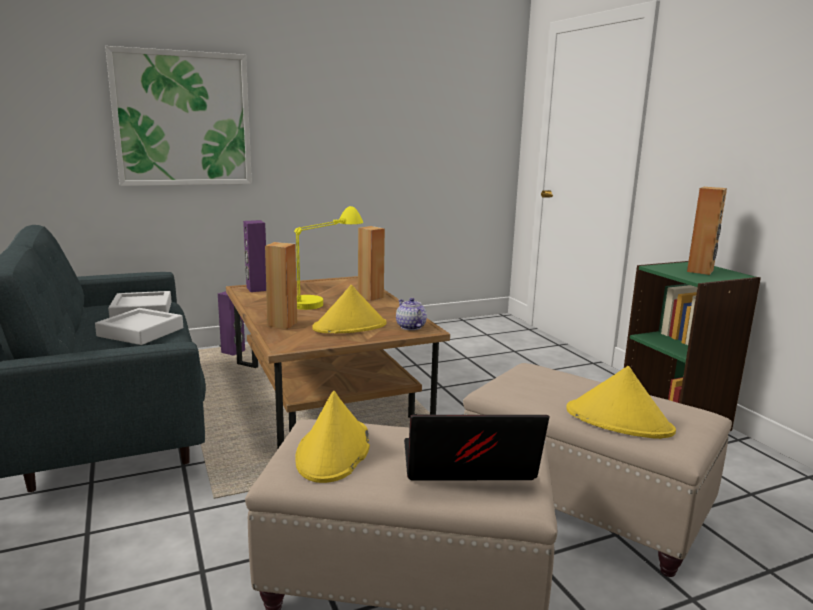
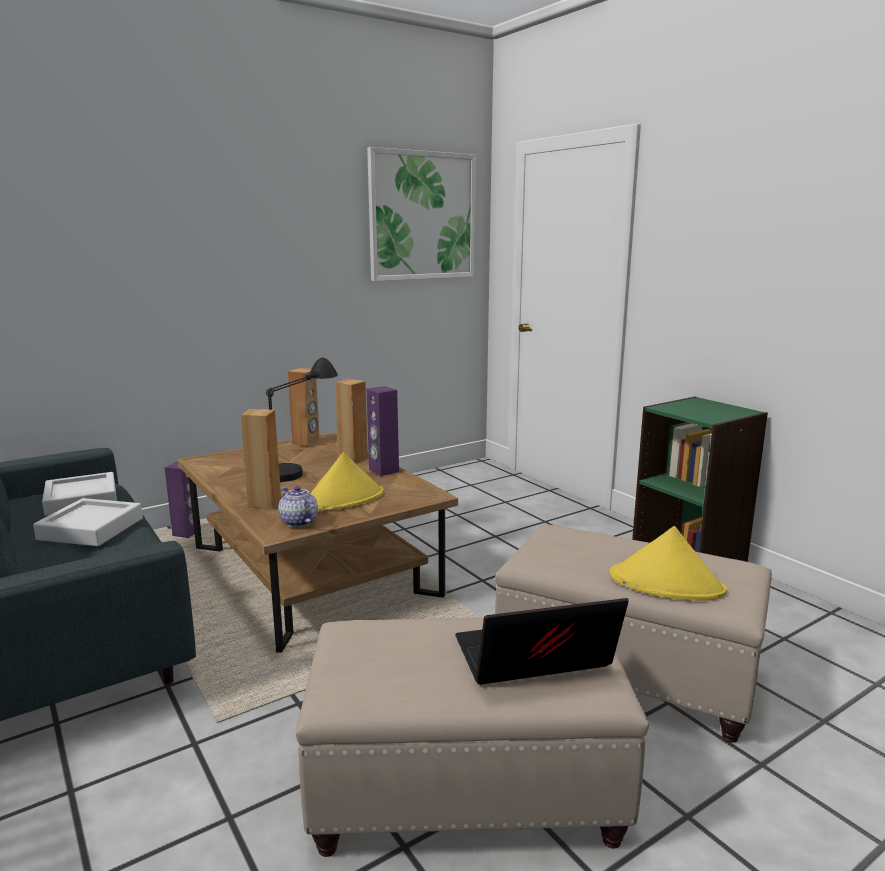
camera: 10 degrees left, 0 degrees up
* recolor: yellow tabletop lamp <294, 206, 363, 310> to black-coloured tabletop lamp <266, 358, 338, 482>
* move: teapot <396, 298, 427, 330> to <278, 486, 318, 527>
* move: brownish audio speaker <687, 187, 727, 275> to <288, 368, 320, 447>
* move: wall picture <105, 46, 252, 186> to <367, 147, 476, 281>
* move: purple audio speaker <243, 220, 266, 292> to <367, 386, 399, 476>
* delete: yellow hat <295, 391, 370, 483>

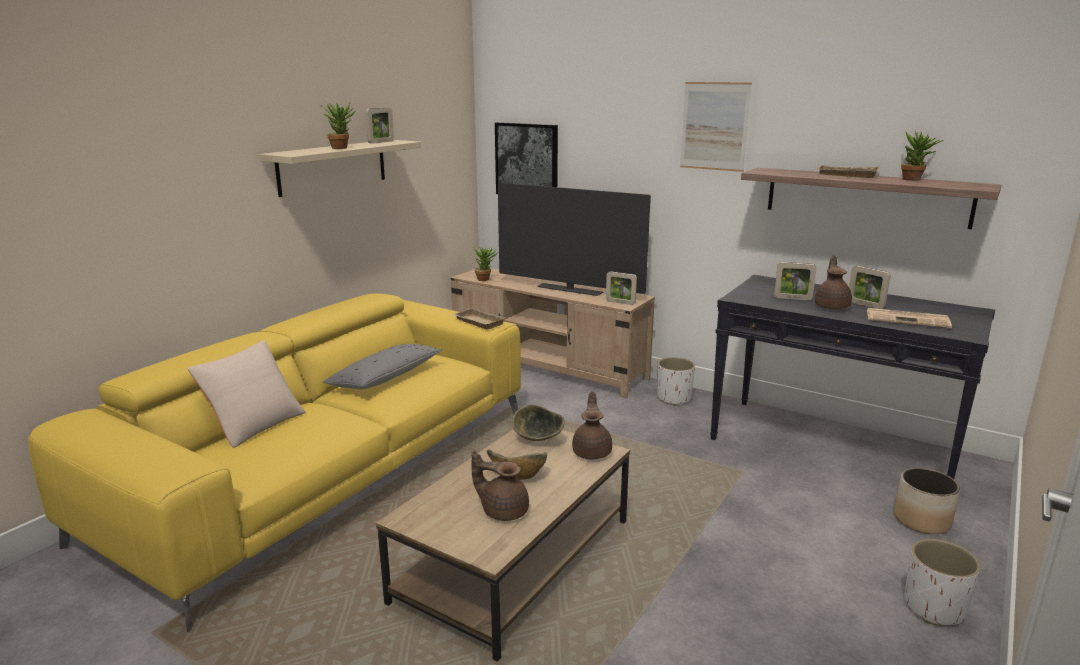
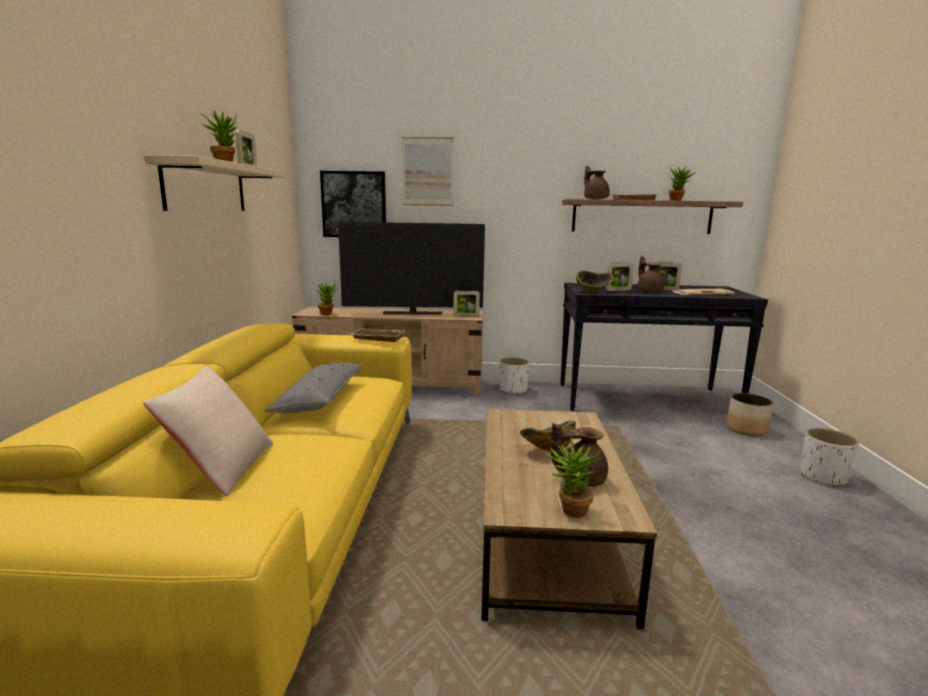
camera: 30 degrees left, 5 degrees down
* move: wall picture <680, 82, 752, 172> to <402, 137, 454, 206>
* insert: potted plant <544, 437, 600, 518>
* move: bowl <512, 404, 565, 441> to <576, 270, 614, 292>
* move: brownish teapot <572, 391, 612, 459> to <584, 165, 610, 199>

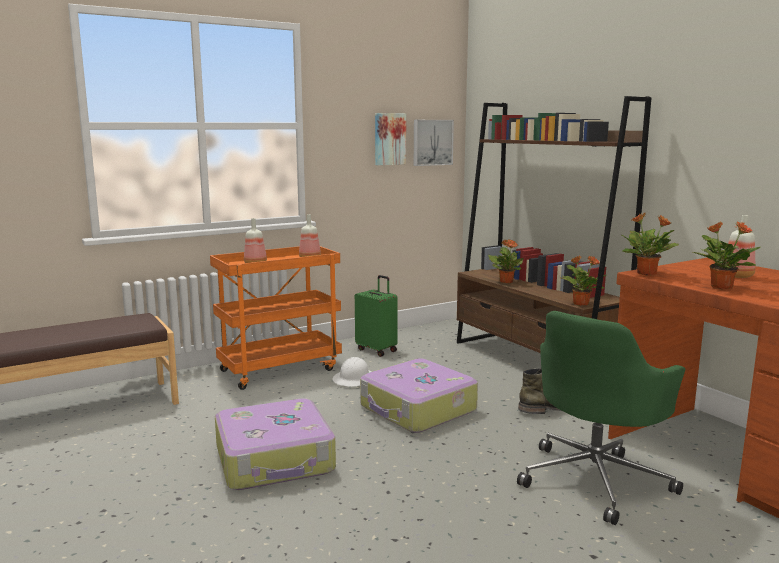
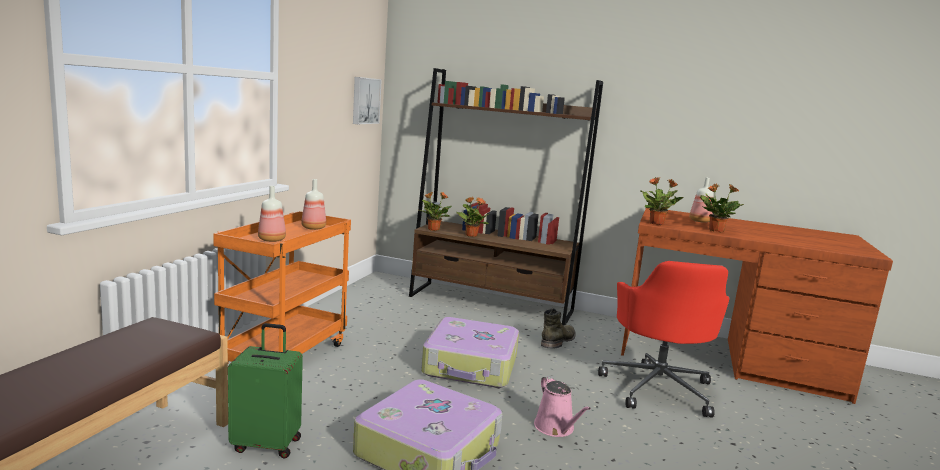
camera: 40 degrees left, 0 degrees up
* move: greenish piece of luggage <355, 275, 398, 357> to <228, 323, 303, 458>
* move: potted plant <561, 256, 606, 306> to <419, 192, 452, 231>
* insert: pinkish sprinkling can <534, 376, 591, 437>
* recolor: greenish office chair <517, 311, 685, 525> to reddish office chair <598, 261, 729, 417>
* delete: whitish hard hat <332, 357, 372, 387>
* delete: wall picture <375, 113, 406, 165>

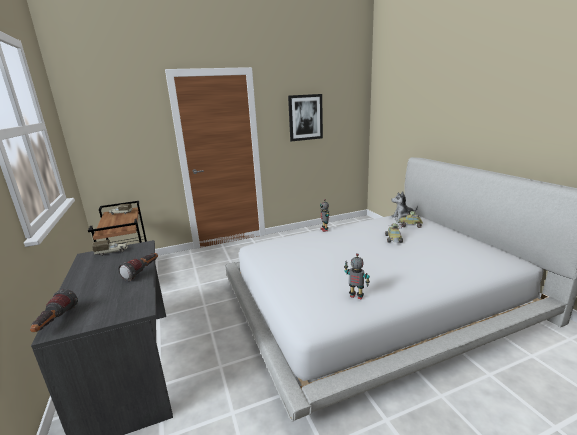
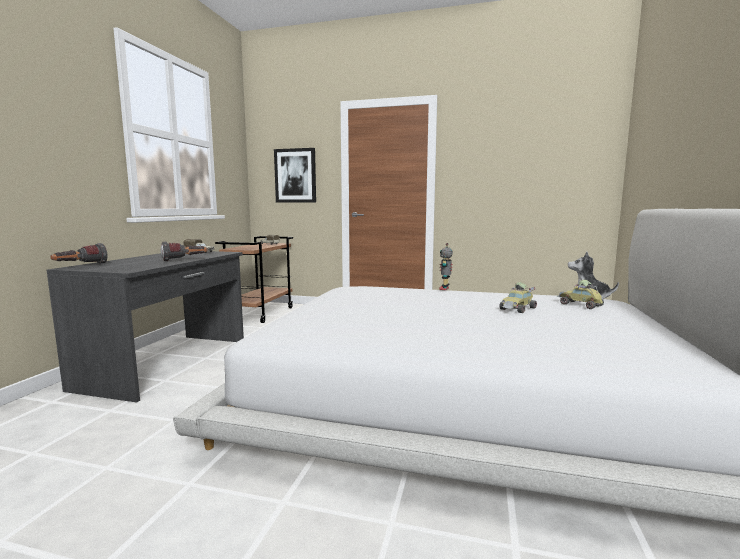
camera: 35 degrees right, 10 degrees down
* move: wall picture <288, 94, 323, 141> to <274, 148, 316, 203>
* delete: robot figure <344, 253, 370, 300>

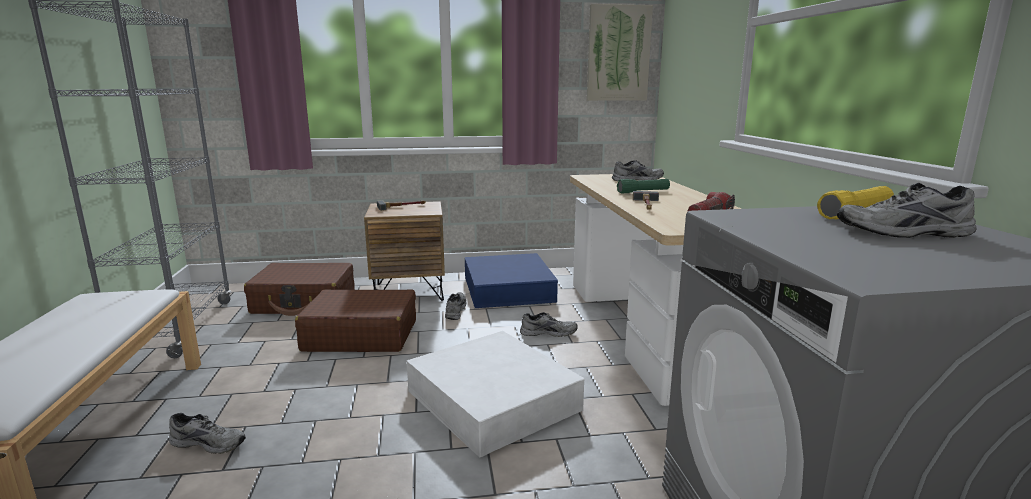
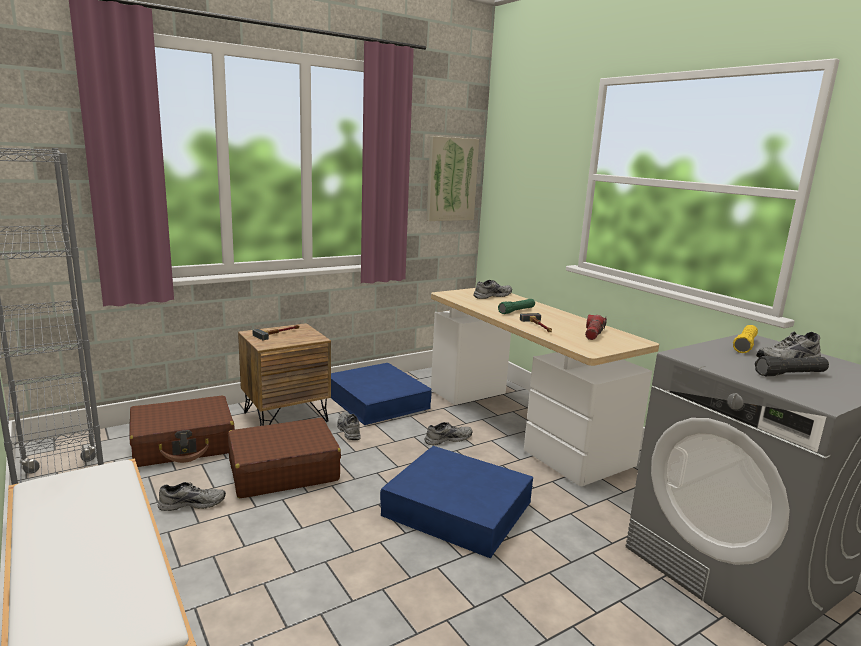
camera: 25 degrees left, 0 degrees up
* move: gray shoe <169, 413, 246, 454> to <158, 482, 226, 511>
* recolor: whitish storage container <406, 331, 585, 458> to blue storage container <380, 446, 533, 558>
* insert: black-coloured flashlight <755, 356, 829, 376>

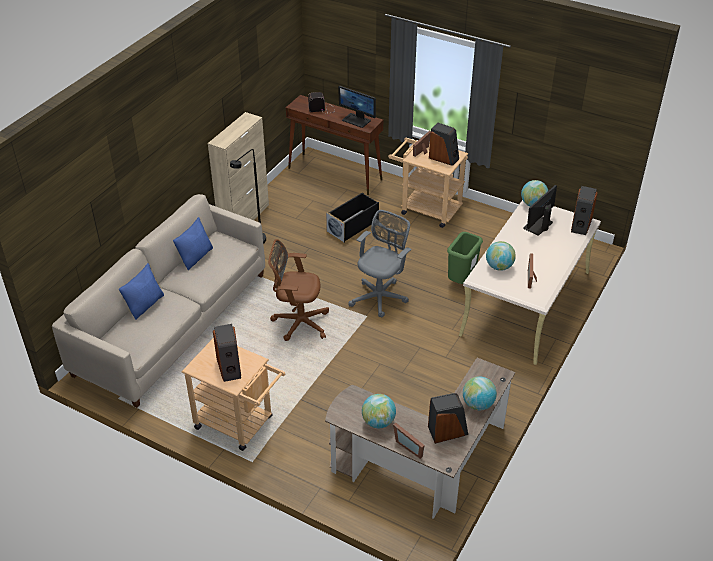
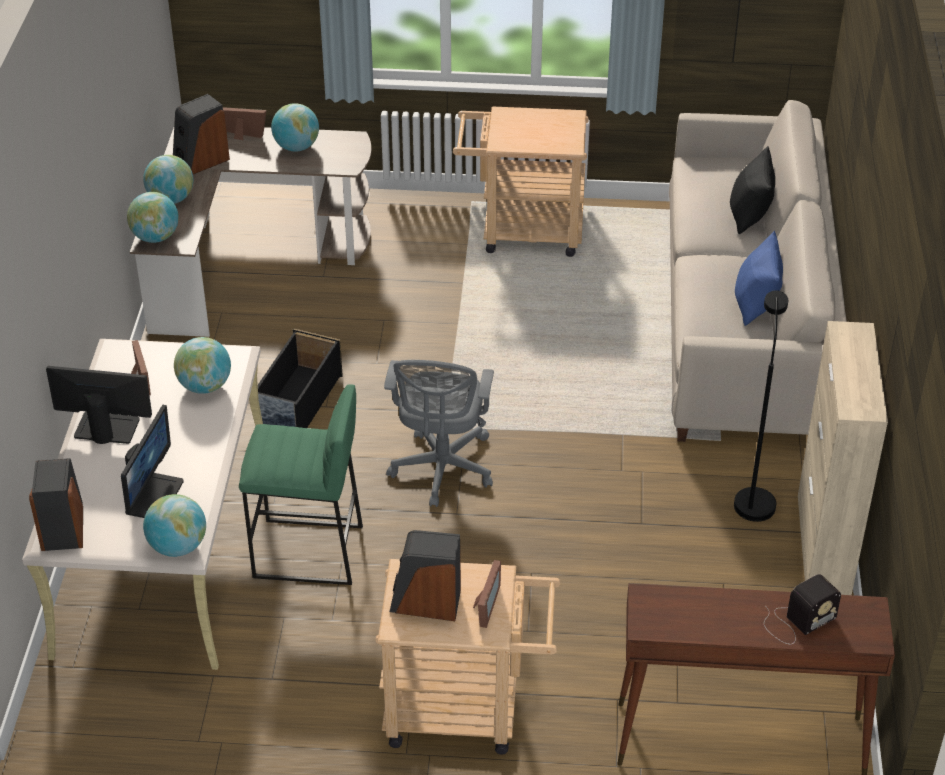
camera: 155 degrees right, 0 degrees up
* move: monitor <338, 86, 376, 128> to <46, 366, 152, 444>
* insert: world globe <127, 192, 179, 243>
* replace: greenish rubbish bin <447, 232, 483, 284> to greenish stool <239, 384, 363, 585>
* move: black-coloured storage container <326, 192, 379, 243> to <258, 328, 343, 428>
* recolor: blue cushion <119, 263, 164, 320> to black-coloured cushion <730, 146, 775, 234>
* delete: audio speaker <213, 324, 241, 382>
* delete: brownish office chair <268, 239, 329, 341>

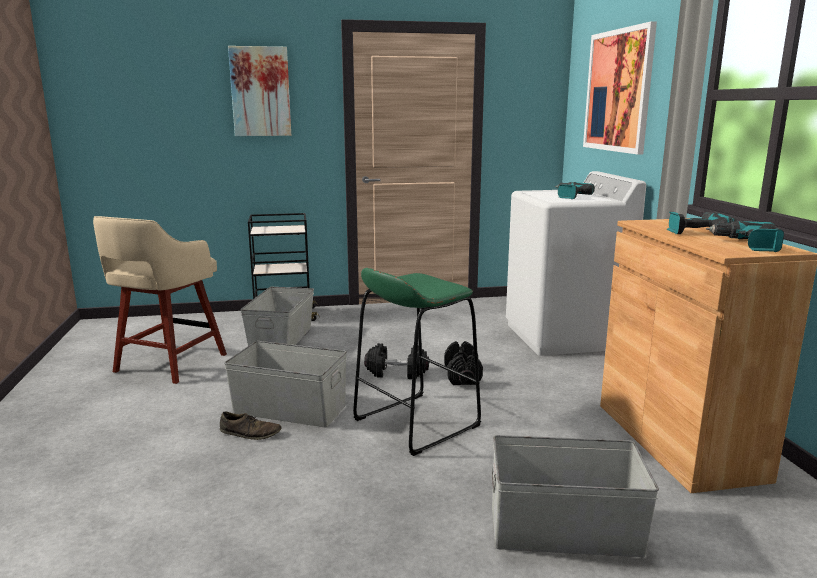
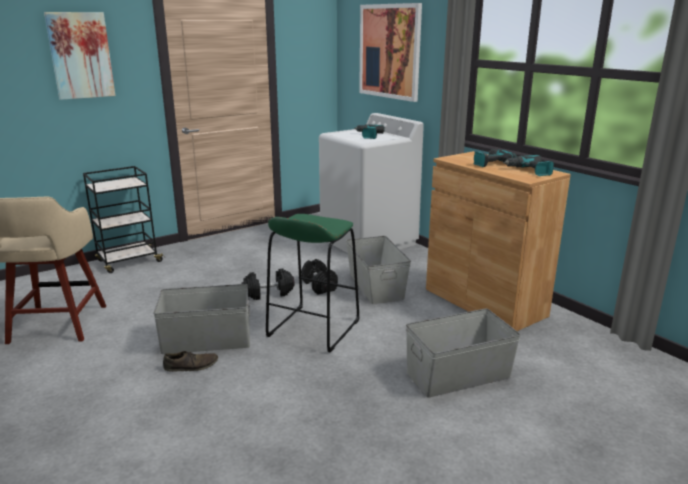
camera: 25 degrees left, 5 degrees up
* move: gray storage container <240, 287, 314, 346> to <346, 236, 411, 304>

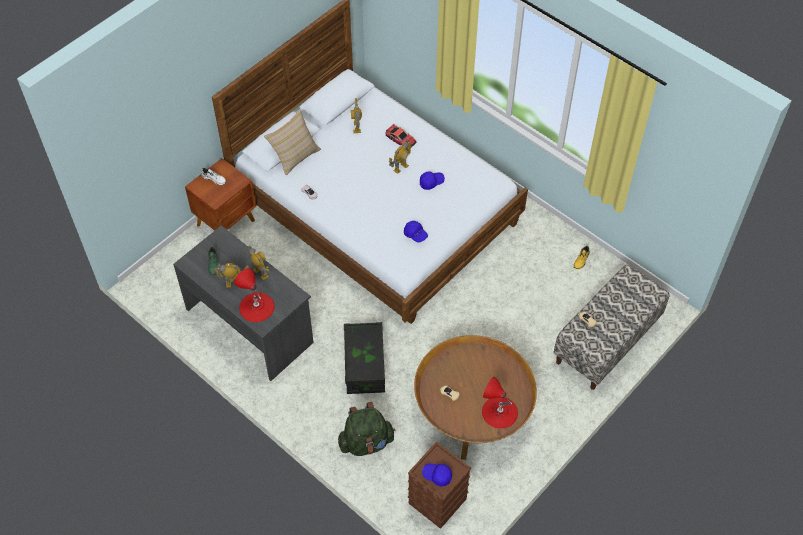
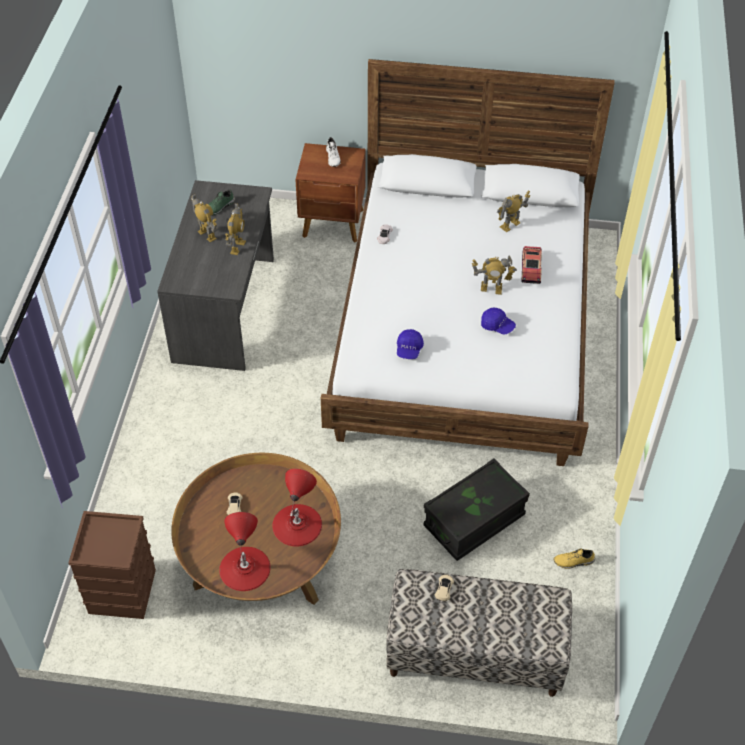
camera: 55 degrees right, 5 degrees down
* move: reddish tabletop lamp <234, 268, 275, 322> to <272, 469, 322, 547>
* move: black-coloured storage container <344, 322, 385, 394> to <424, 458, 530, 561>
* delete: beige-coloured cushion <264, 109, 321, 176>
* delete: greenish rucksack <338, 402, 395, 456>
* delete: blue peaked cap <422, 463, 452, 487>

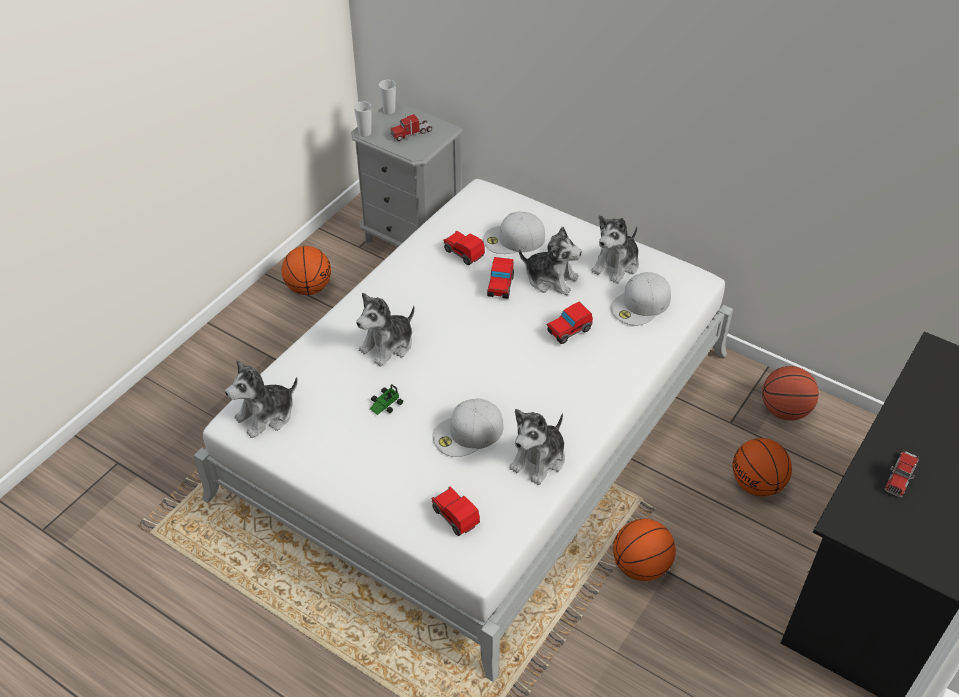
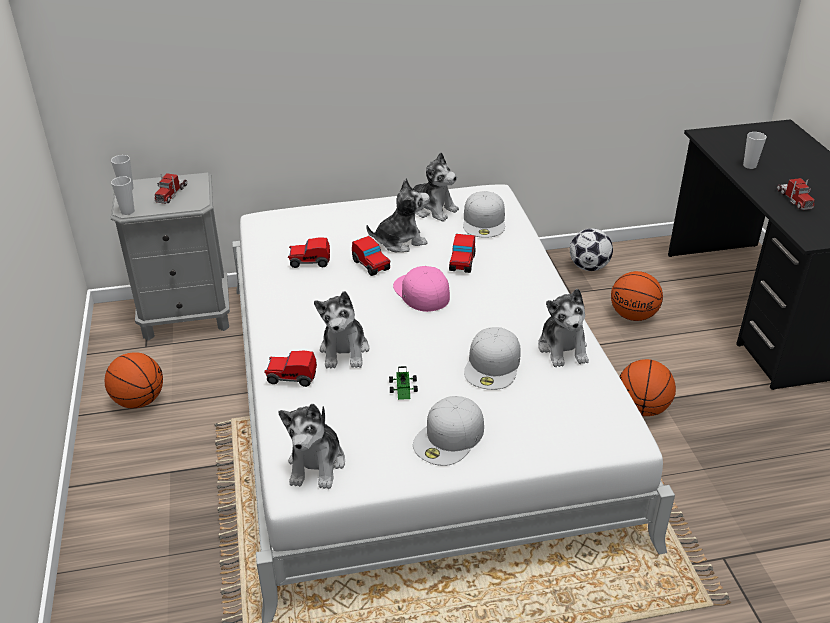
camera: 45 degrees left, 10 degrees down
* move: toy car <431, 486, 480, 536> to <264, 350, 317, 387>
* insert: pinkish peaked cap <393, 266, 450, 312>
* rotate: soft toy <592, 215, 639, 284> = <406, 152, 459, 222> 45 degrees counterclockwise
* move: whitish peaked cap <483, 212, 545, 254> to <413, 396, 484, 466>
* replace: basketball <762, 366, 819, 421> to football ball <570, 228, 613, 271>
* insert: small cup <743, 132, 767, 169>

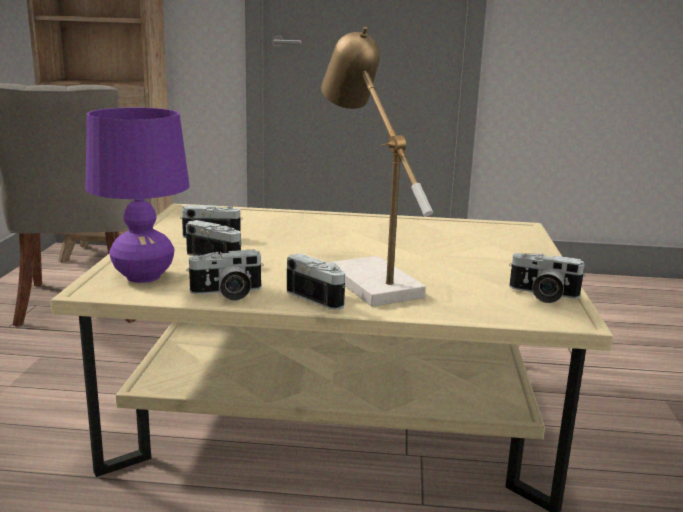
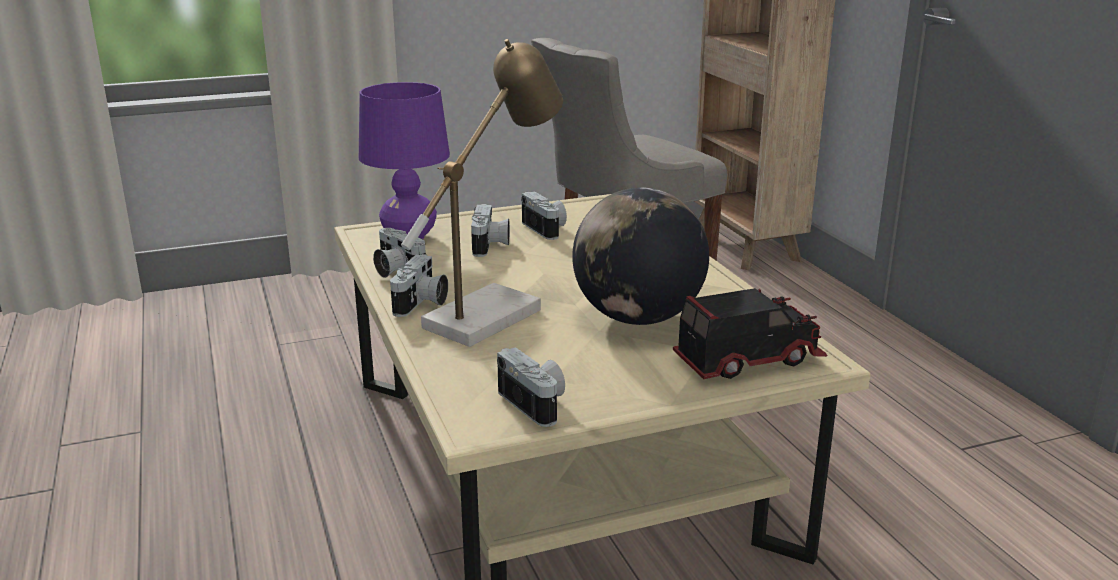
camera: 65 degrees right, 5 degrees up
* rotate: still camera <509, 253, 586, 303> = <497, 347, 565, 427> 150 degrees clockwise
* insert: world globe <572, 188, 709, 325>
* insert: toy truck <673, 288, 828, 379>

